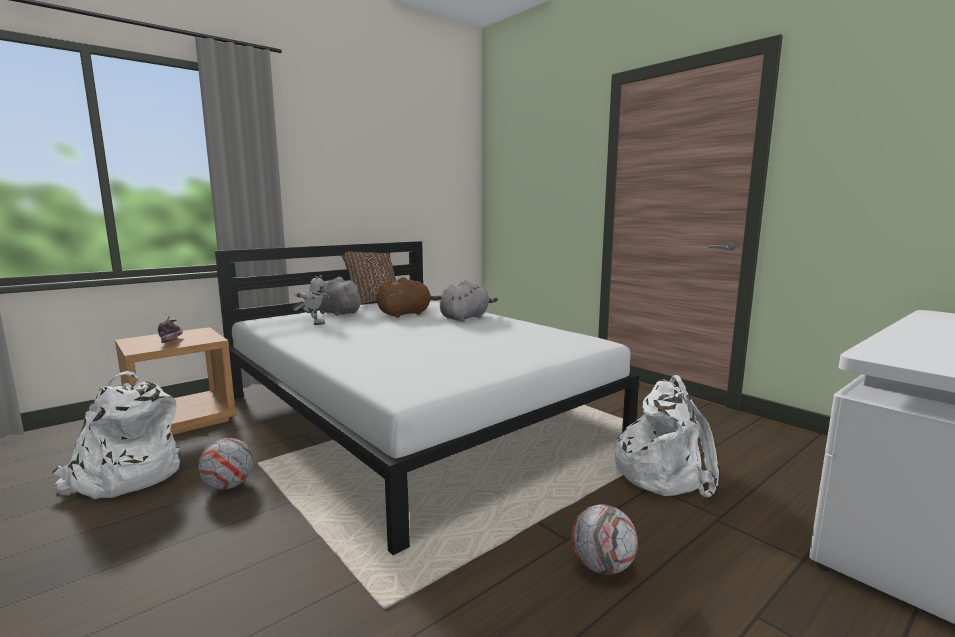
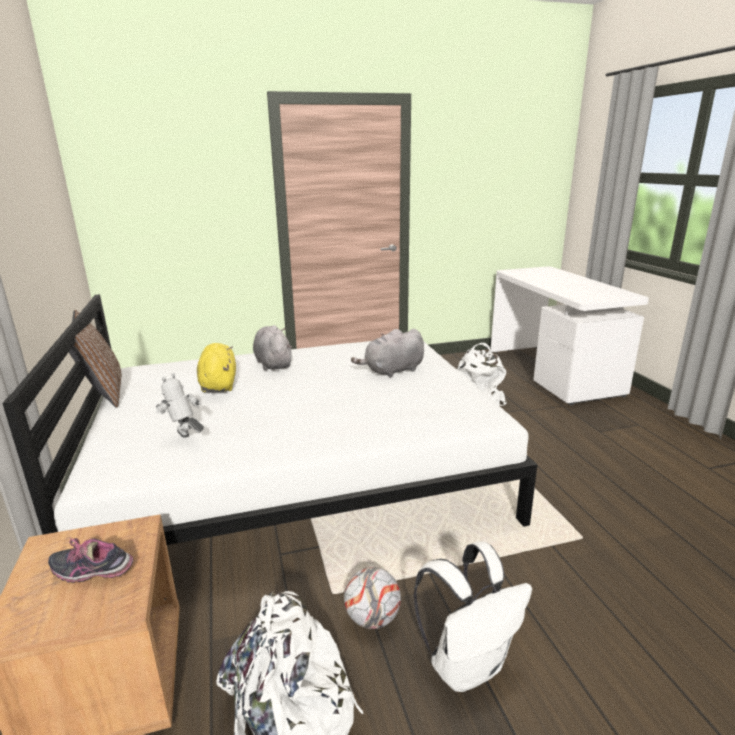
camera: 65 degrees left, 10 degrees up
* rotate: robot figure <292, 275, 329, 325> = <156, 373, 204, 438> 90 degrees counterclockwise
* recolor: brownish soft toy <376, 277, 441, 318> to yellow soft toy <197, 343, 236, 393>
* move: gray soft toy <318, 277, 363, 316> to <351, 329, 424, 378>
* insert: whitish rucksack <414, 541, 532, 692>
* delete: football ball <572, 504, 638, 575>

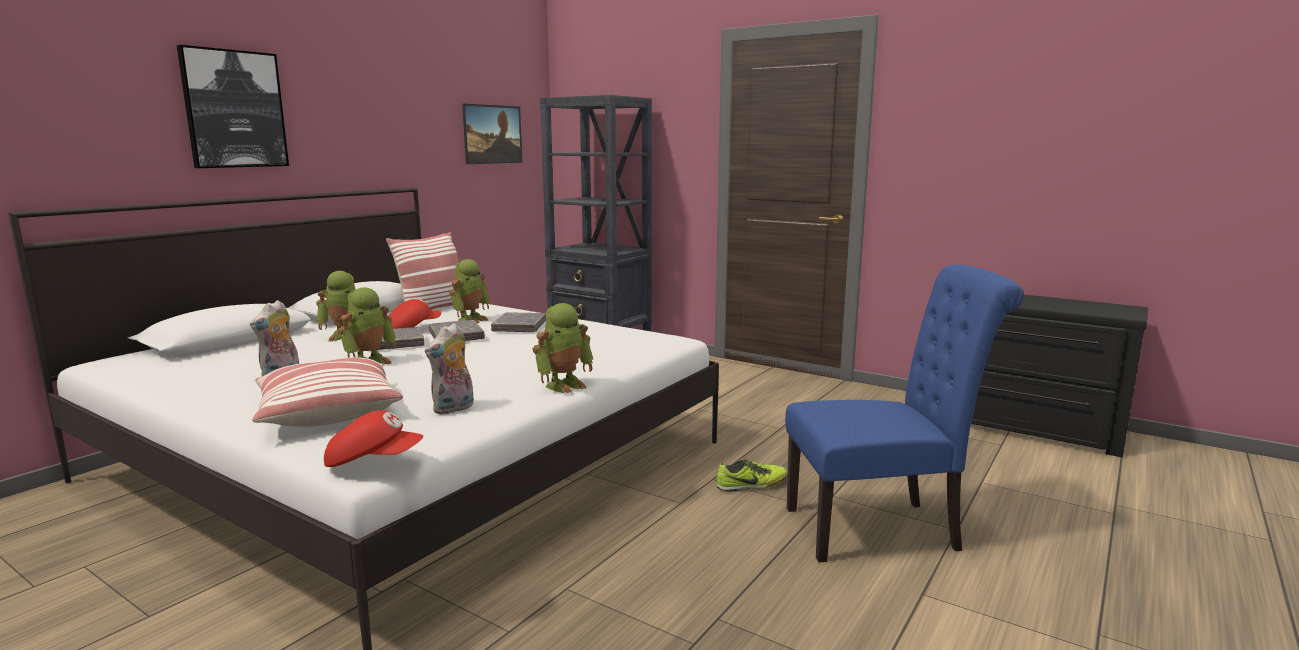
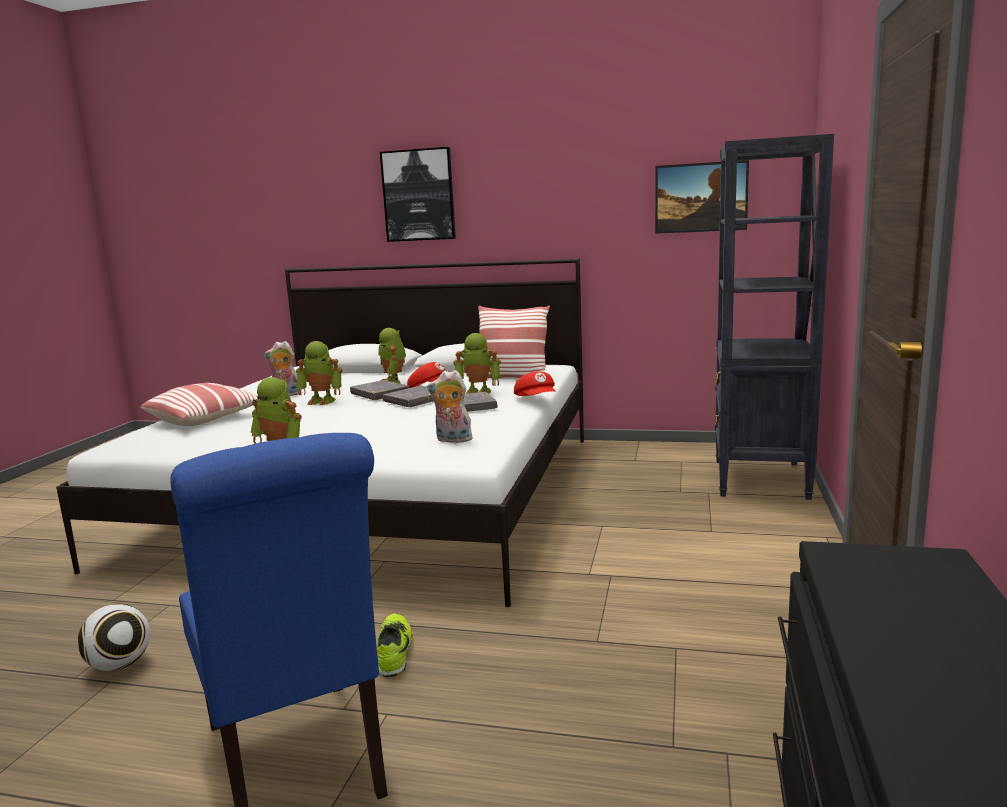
camera: 70 degrees right, 0 degrees up
* insert: football ball <78, 604, 150, 671>
* rotate: shoe <717, 459, 787, 492> = <377, 613, 412, 677> 150 degrees counterclockwise
* move: soft toy <425, 323, 474, 415> to <427, 370, 473, 443>
* move: reddish peaked cap <324, 410, 423, 467> to <514, 371, 556, 396>

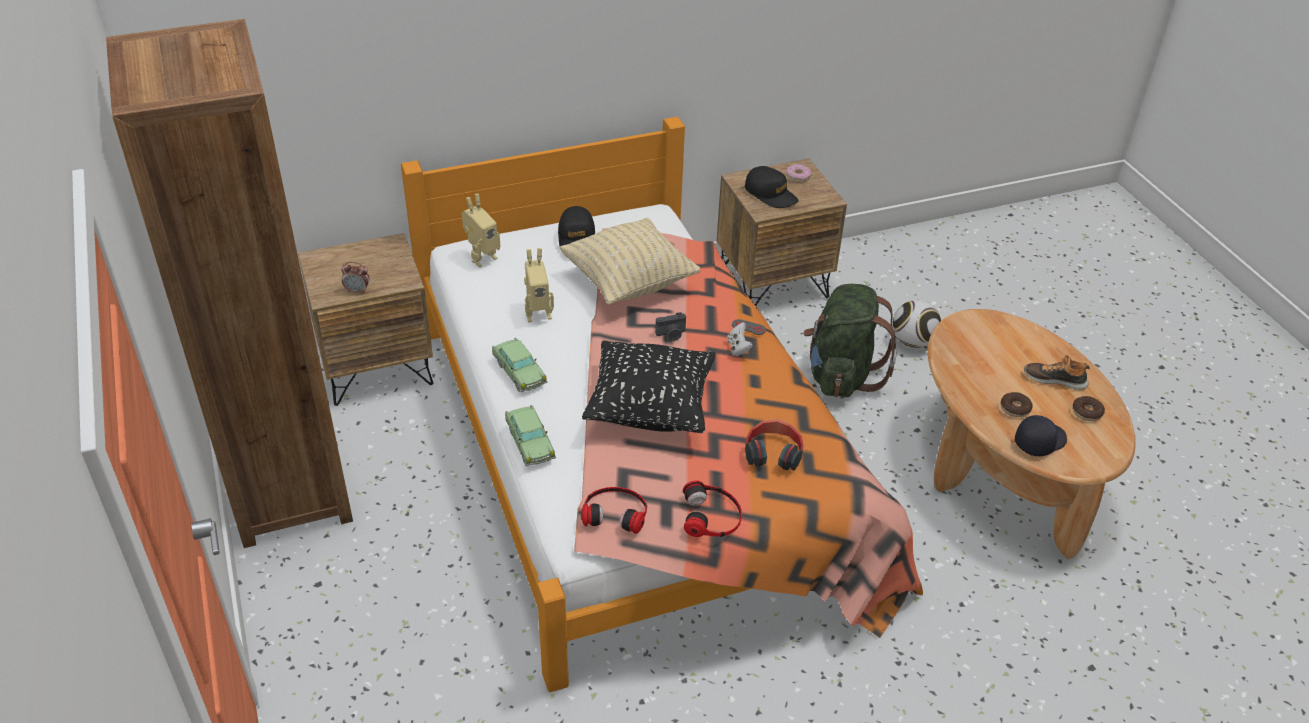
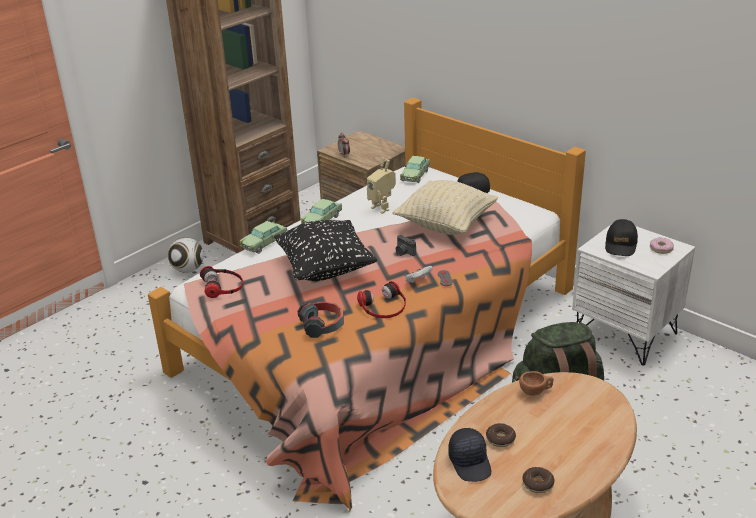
camera: 65 degrees right, 10 degrees down
* move: football ball <893, 300, 941, 348> to <168, 237, 204, 273>
* move: pair of headphones <683, 480, 742, 537> to <357, 281, 406, 318>
* replace: robot figure <462, 194, 500, 267> to toy car <400, 156, 430, 183>
* rotate: black-coloured peaked cap <1015, 415, 1067, 456> = <448, 428, 491, 482> 45 degrees clockwise
* insert: brownish small cup <519, 371, 554, 396>
* recolor: brownish bedside table <717, 159, 847, 306> to whitish bedside table <572, 225, 695, 365>
* delete: shoe <1024, 355, 1090, 390>

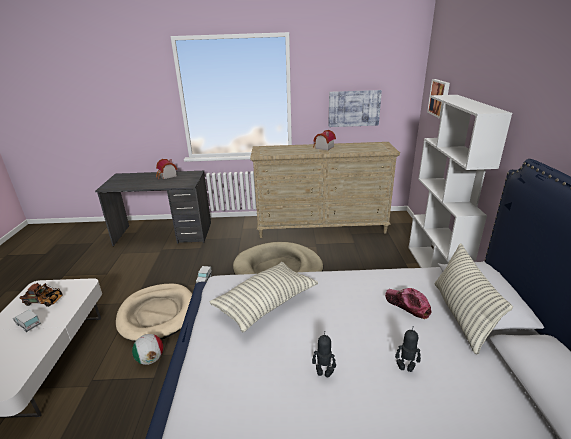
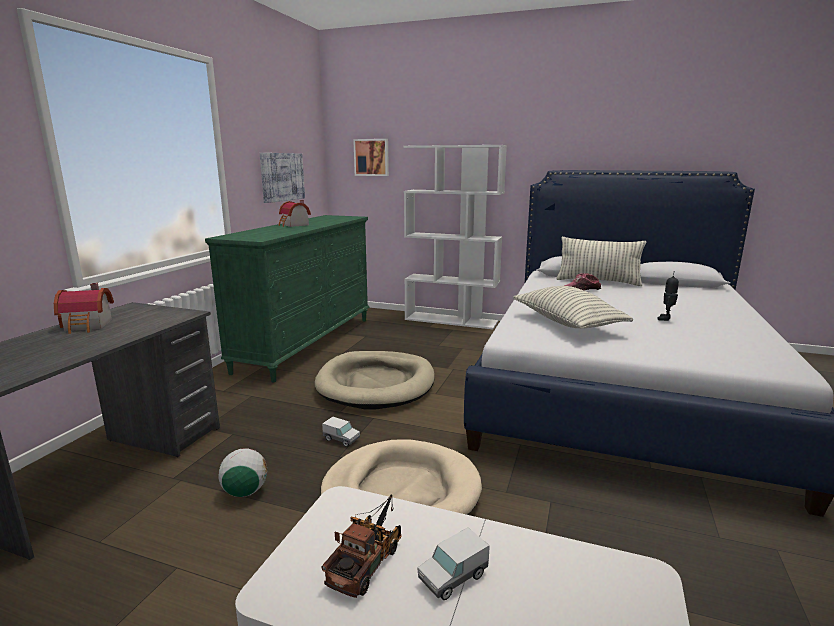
camera: 70 degrees left, 10 degrees down
* recolor: beige-coloured chest of drawers <250, 142, 400, 238> to greenish chest of drawers <205, 215, 369, 382>
* move: football ball <132, 334, 163, 365> to <219, 449, 267, 497>
* delete: robot figure <395, 326, 421, 372>

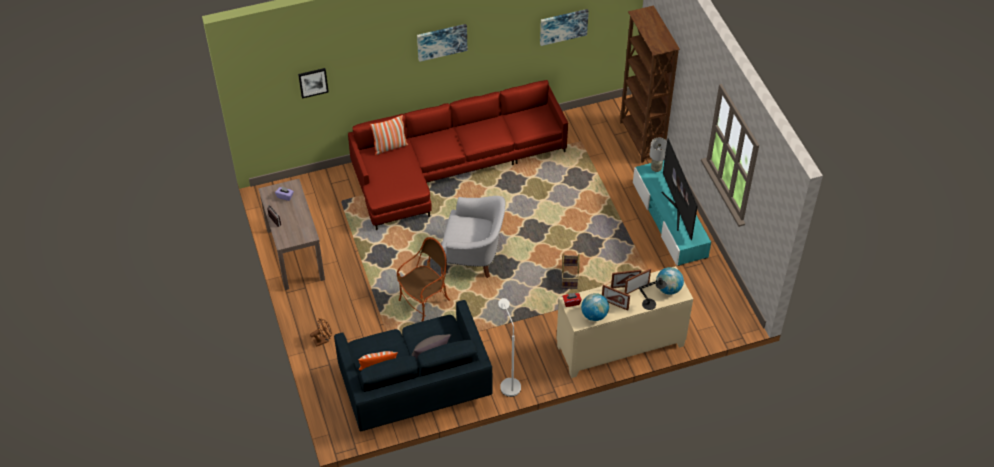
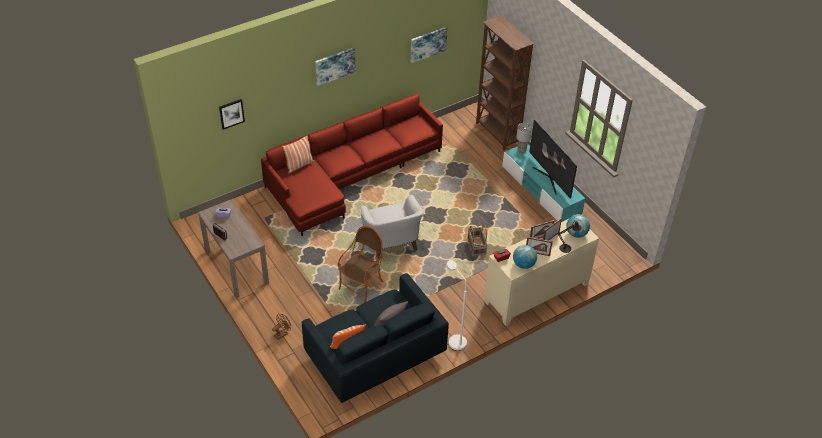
camera: 15 degrees left, 5 degrees down
* rotate: whitish lounge chair <442, 196, 506, 278> = <360, 195, 424, 258> 75 degrees clockwise

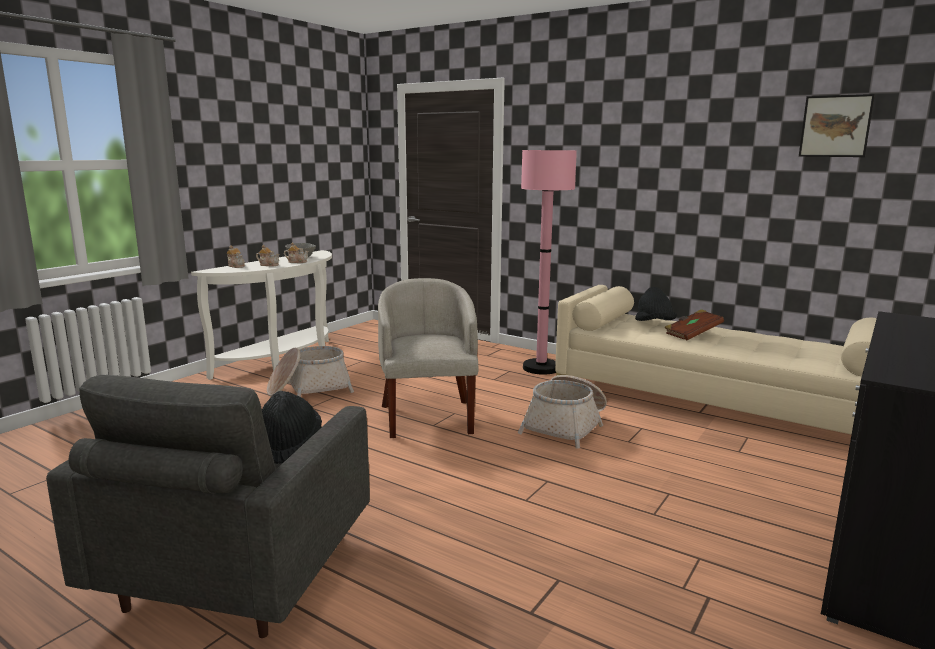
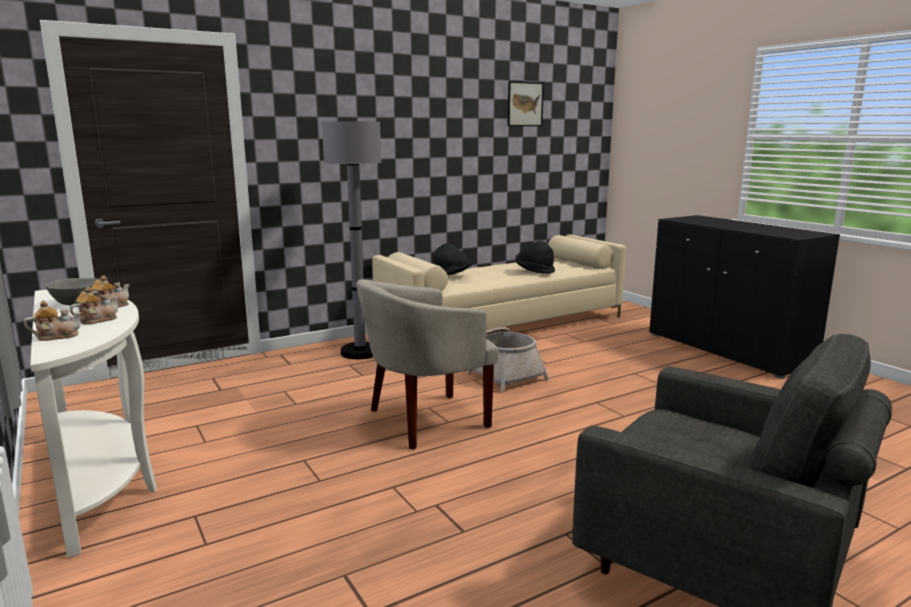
camera: 65 degrees left, 0 degrees up
* recolor: pinkish floor lamp <521, 149, 577, 375> to gray floor lamp <322, 121, 381, 359>
* rotate: beige-coloured lounge chair <378, 278, 478, 438> = <356, 279, 499, 450> 45 degrees counterclockwise
* move: black-coloured hat <262, 391, 322, 464> to <515, 241, 555, 274>
* delete: household basket <267, 346, 354, 397>
* delete: brownish book <664, 309, 724, 340>

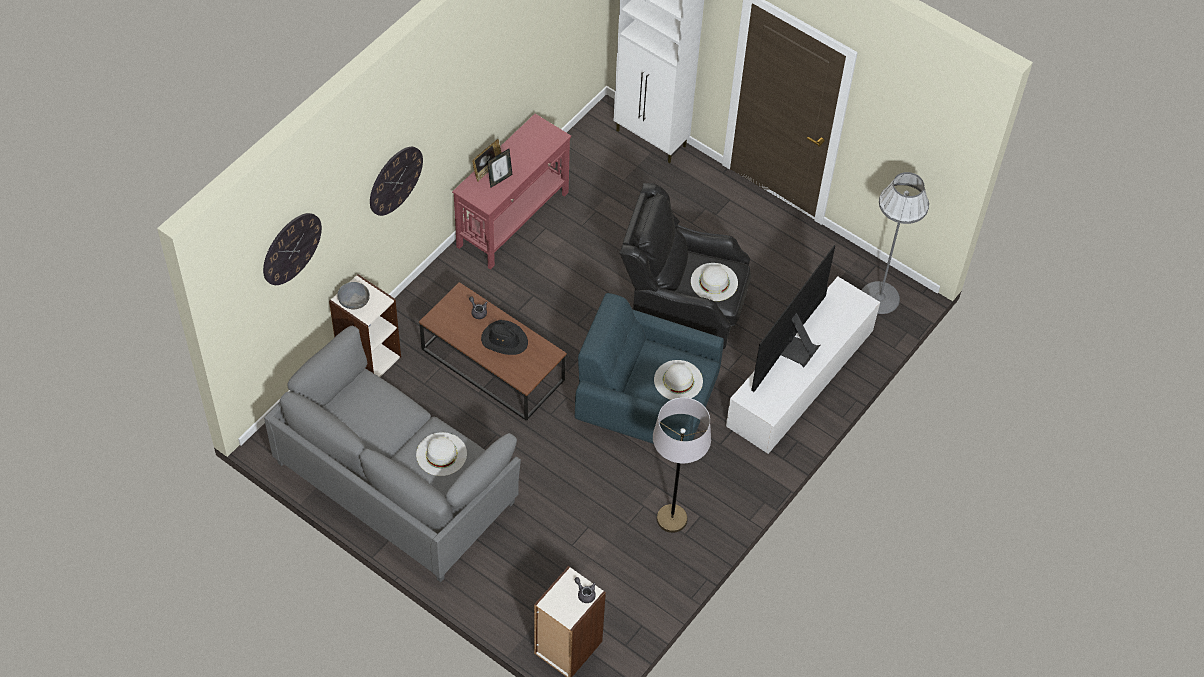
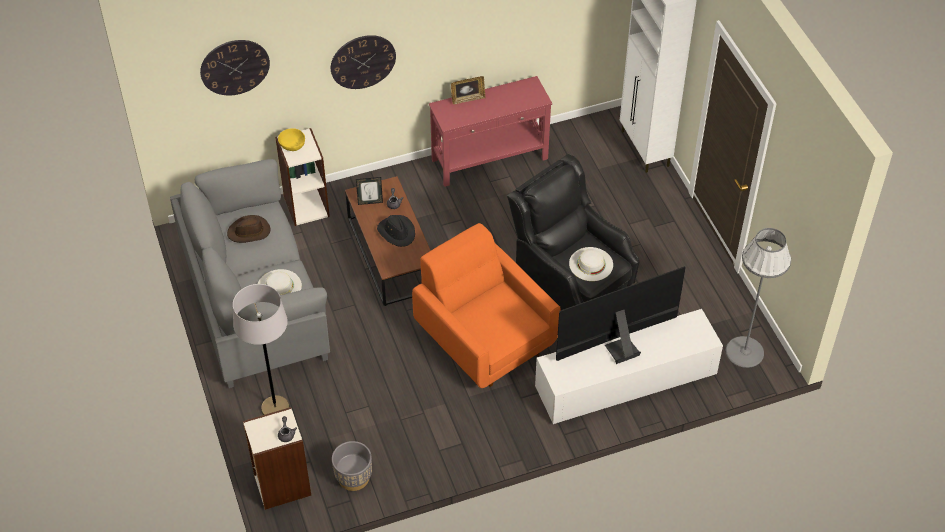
camera: 35 degrees right, 5 degrees down
* insert: brownish hat <227, 215, 270, 243>
* move: gray floor lamp <653, 397, 711, 533> to <233, 284, 290, 415>
* recolor: gray bowl <337, 282, 370, 309> to yellow bowl <278, 128, 305, 151>
* insert: gray plant pot <332, 441, 372, 491>
* move: picture frame <487, 149, 512, 188> to <356, 177, 383, 205>
* recolor: blue lounge chair <575, 293, 724, 444> to orangey lounge chair <412, 223, 560, 388>
* delete: whitish hat <654, 360, 703, 400>

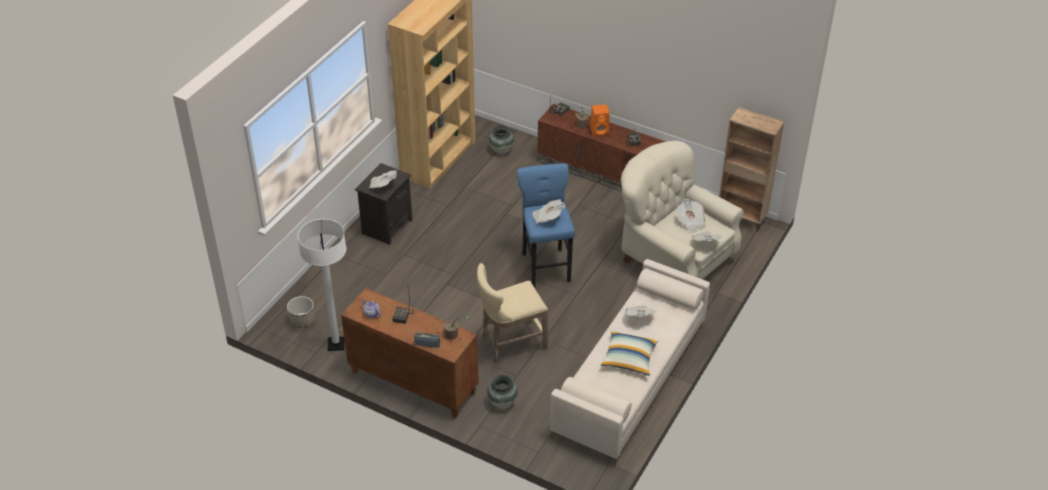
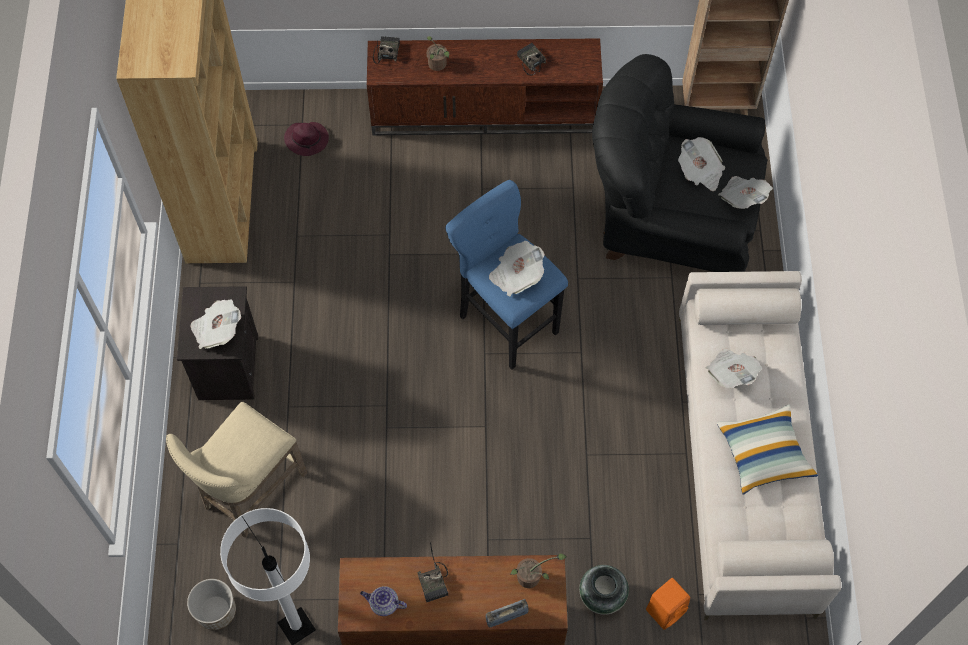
camera: 30 degrees left, 20 degrees up
* move: beige-coloured stool <477, 263, 548, 363> to <166, 402, 307, 538>
* replace: vase <489, 125, 514, 154> to purple hat <284, 122, 329, 156>
* recolor: beige-coloured lounge chair <621, 141, 744, 279> to black-coloured lounge chair <592, 54, 767, 272>
* move: orangey audio speaker <590, 104, 610, 136> to <646, 578, 690, 630>

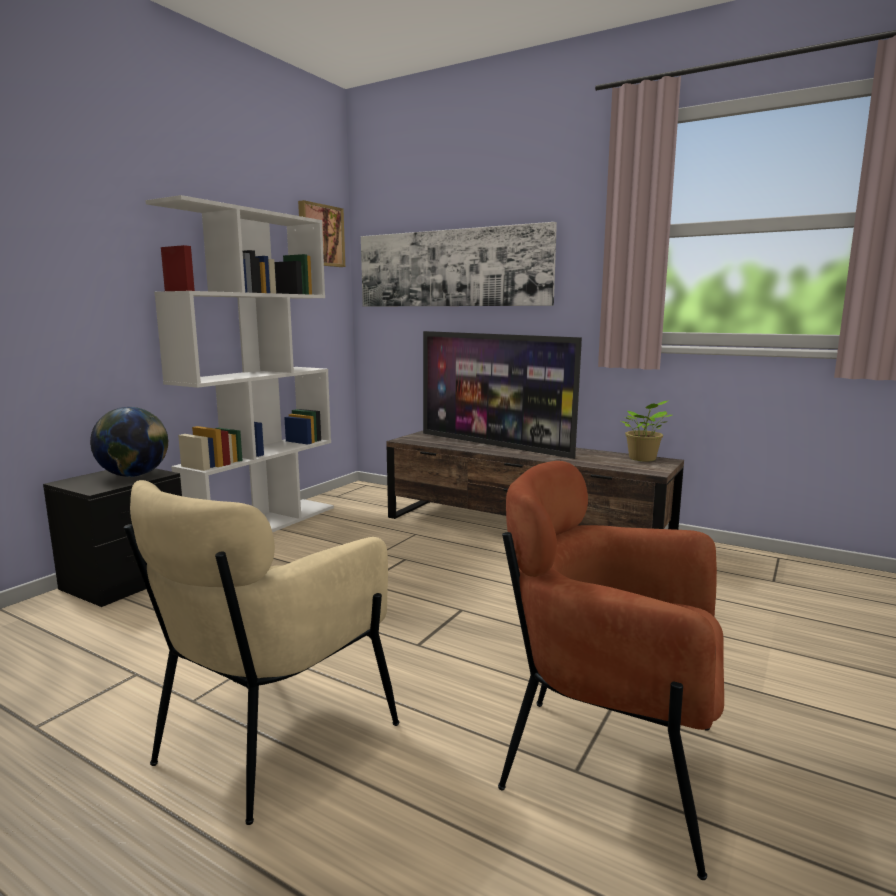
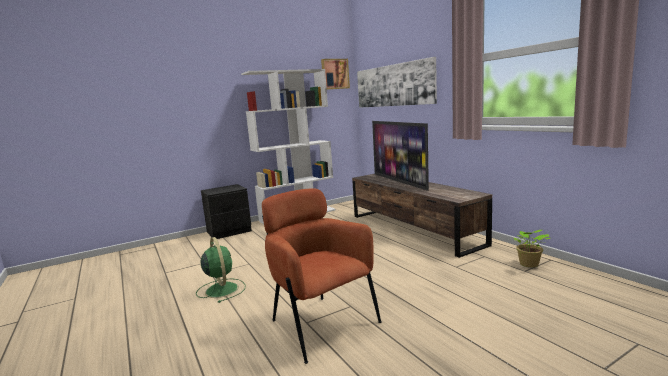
camera: 30 degrees right, 0 degrees up
* replace: beige-coloured lounge chair <124, 480, 399, 825> to greenish fan <196, 237, 246, 303>
* move: potted plant <621, 400, 672, 461> to <514, 230, 550, 267>
* delete: world globe <90, 407, 168, 477>

